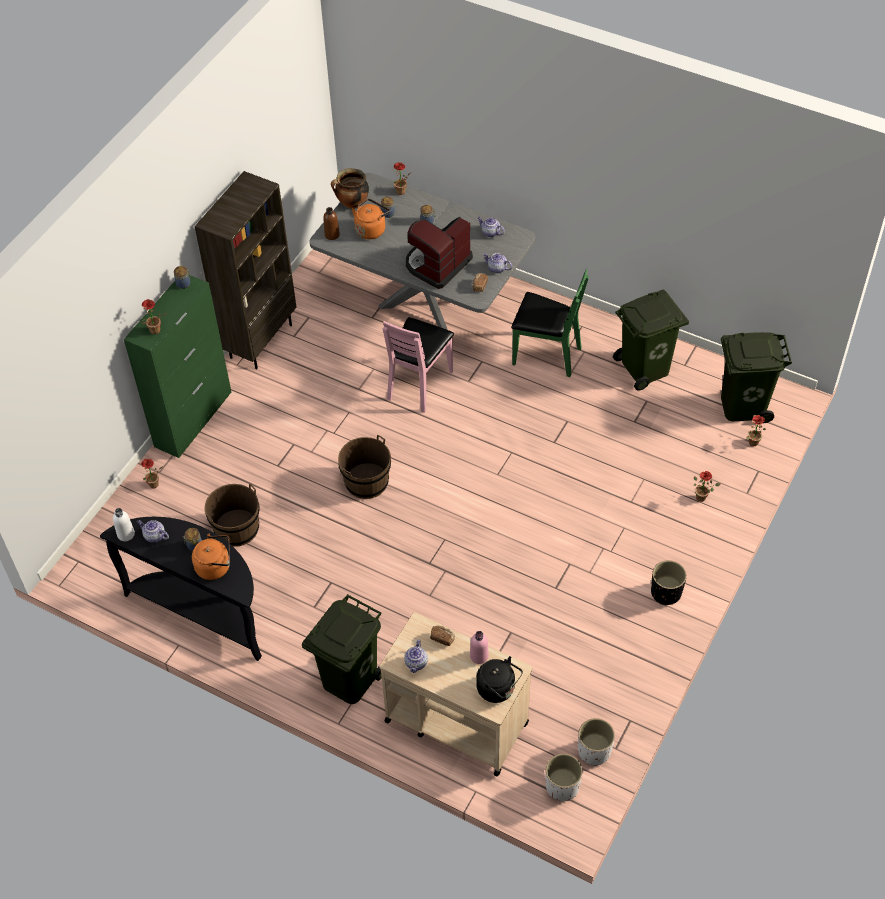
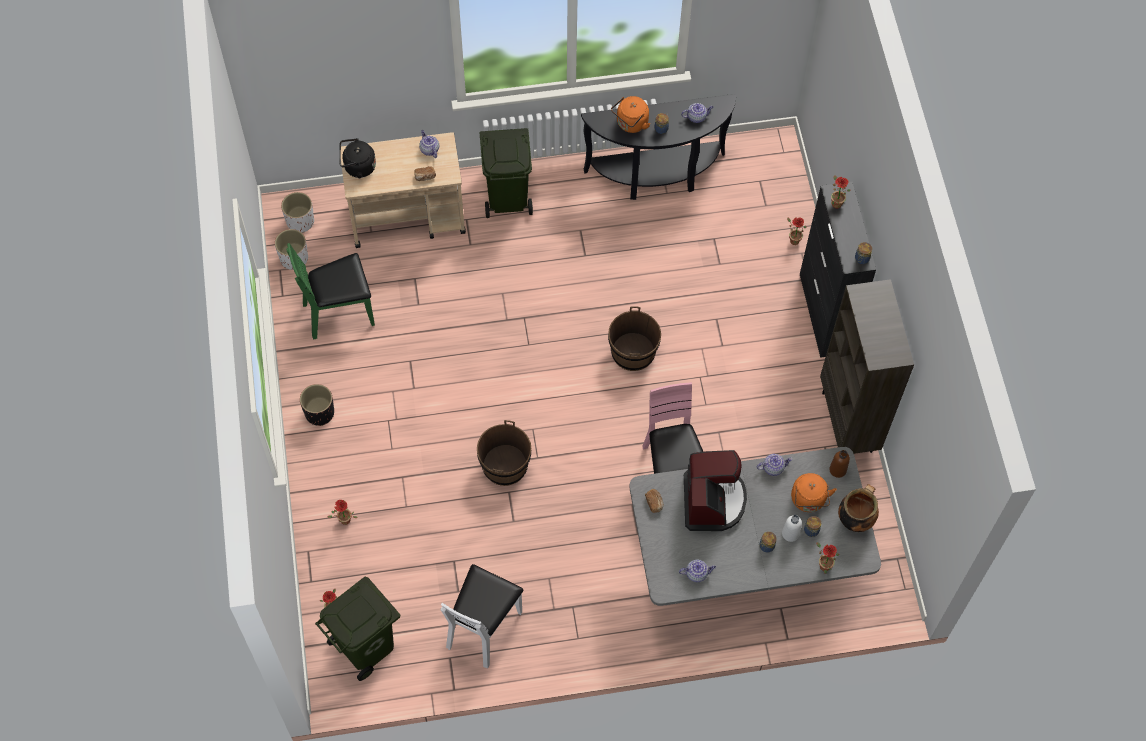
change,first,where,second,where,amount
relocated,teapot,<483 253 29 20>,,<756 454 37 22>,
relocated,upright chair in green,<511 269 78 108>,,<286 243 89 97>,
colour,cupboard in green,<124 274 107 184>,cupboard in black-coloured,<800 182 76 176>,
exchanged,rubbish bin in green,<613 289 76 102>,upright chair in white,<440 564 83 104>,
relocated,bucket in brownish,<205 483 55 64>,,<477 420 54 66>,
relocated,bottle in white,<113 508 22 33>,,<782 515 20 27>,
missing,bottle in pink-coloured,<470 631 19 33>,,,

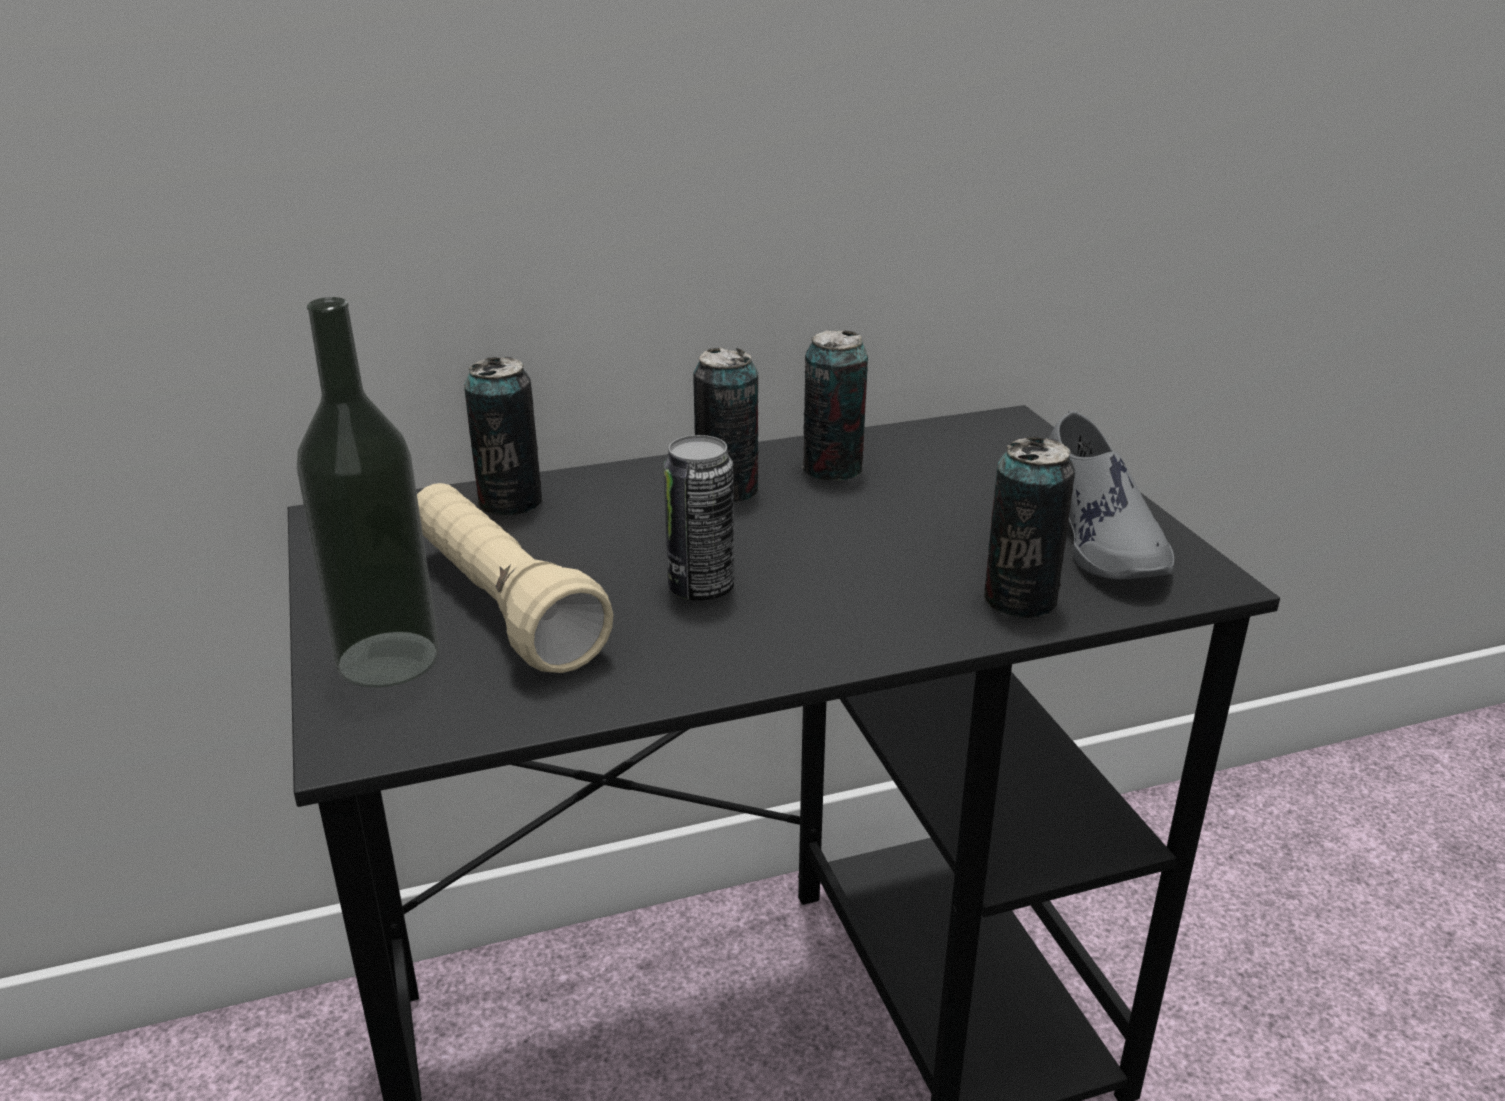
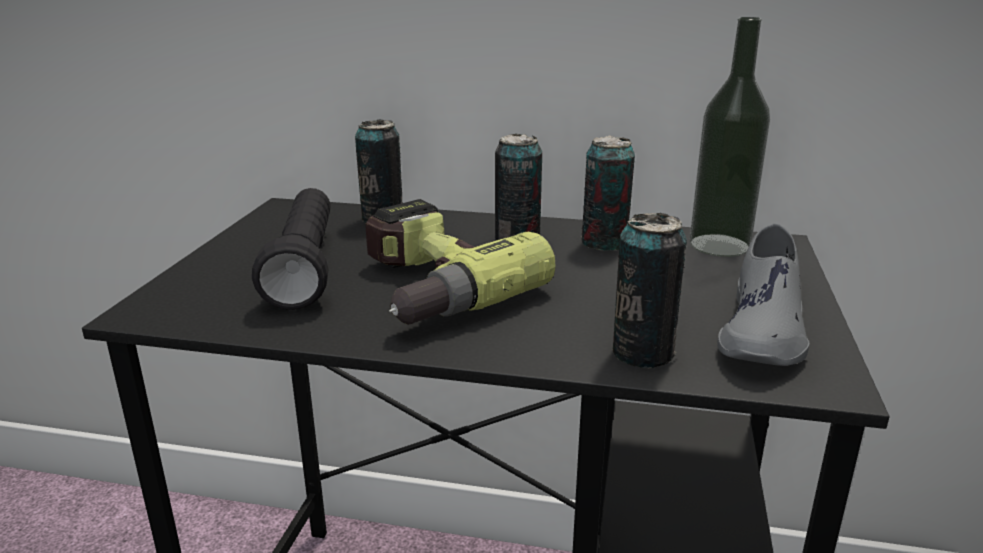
change,first,where,second,where,amount
relocated,bottle,<297 297 142 391>,,<689 17 81 240>,
exchanged,metal can,<664 435 70 166>,electric drill,<366 199 190 126>,
colour,torch in sand-coloured,<417 483 196 190>,torch in black-coloured,<252 188 79 122>,

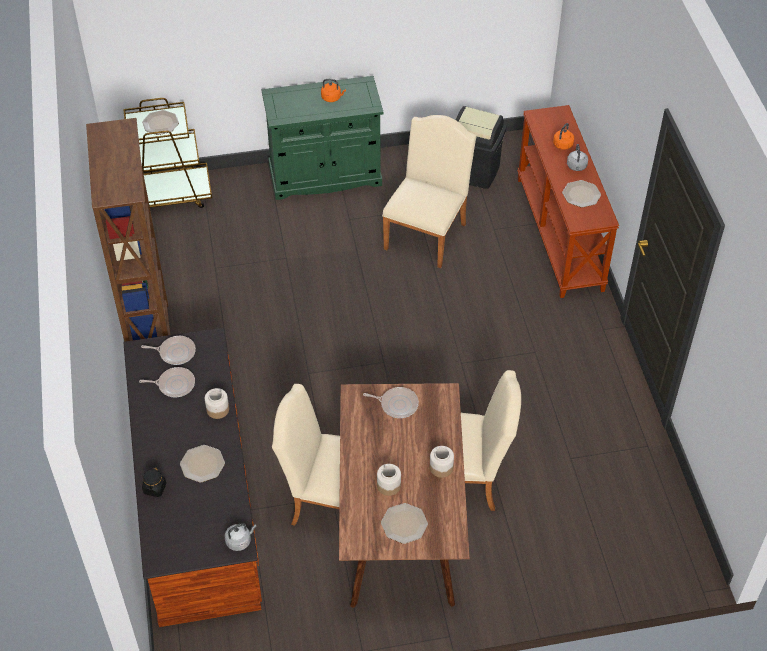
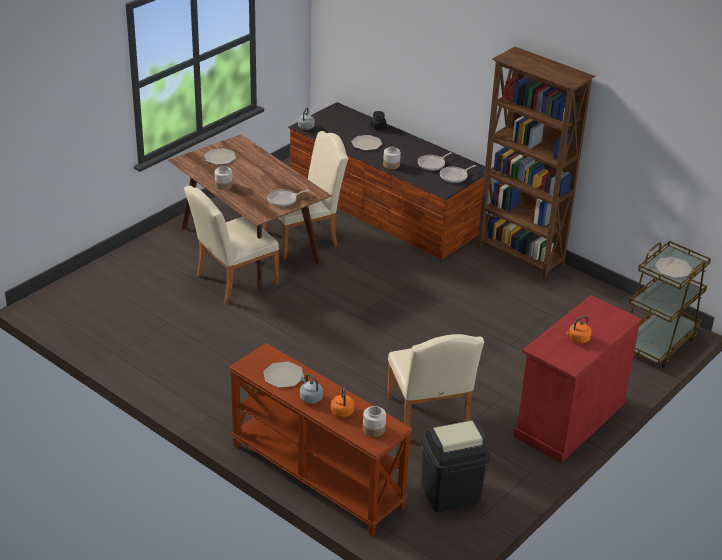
change,first,where,second,where,amount
colour,cupboard in green,<261 76 123 124>,cupboard in reddish,<513 295 129 168>,
relocated,jar,<377 464 24 32>,,<363 406 23 31>,

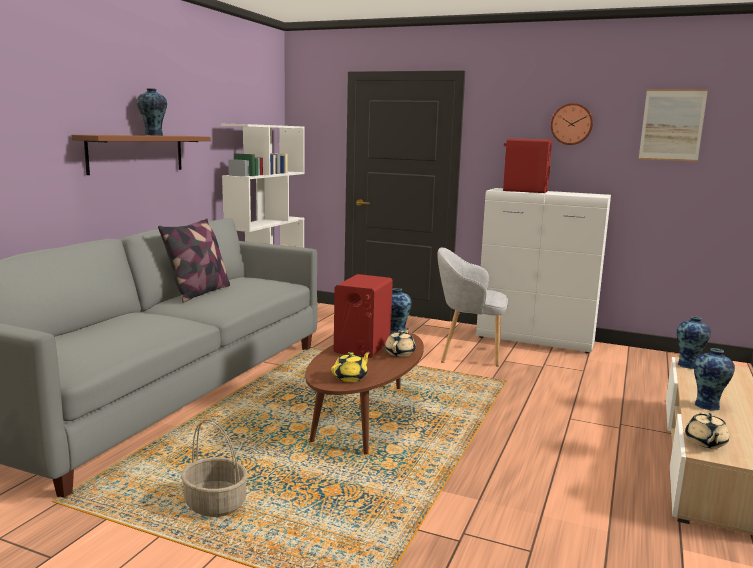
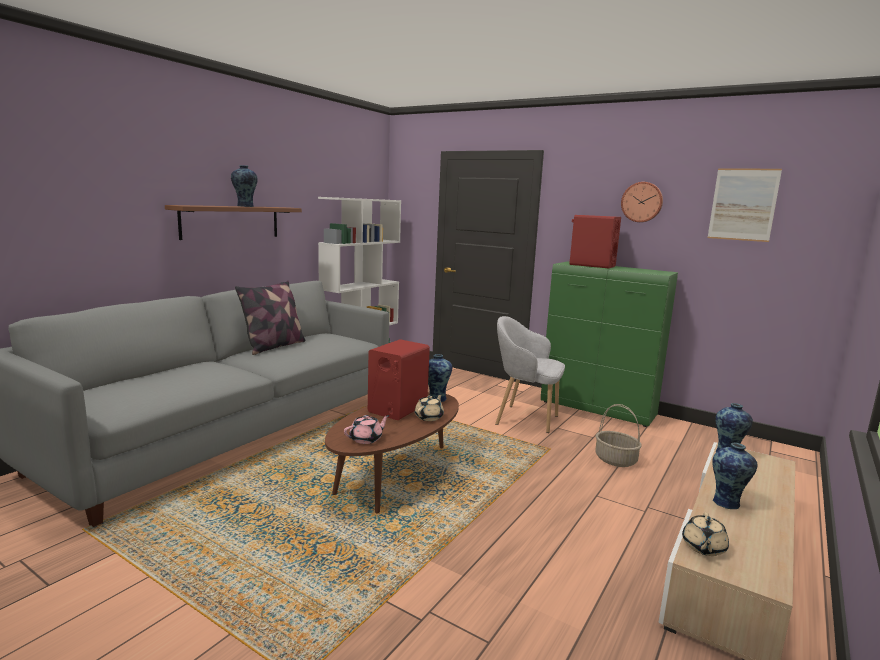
change,first,where,second,where,amount
colour,cupboard in white,<476 188 135 166>,cupboard in green,<541 261 137 166>,
colour,teapot in yellow-coloured,<331 351 40 31>,teapot in pink-coloured,<344 415 46 29>,
relocated,basket,<181 419 67 98>,,<596 404 46 63>,

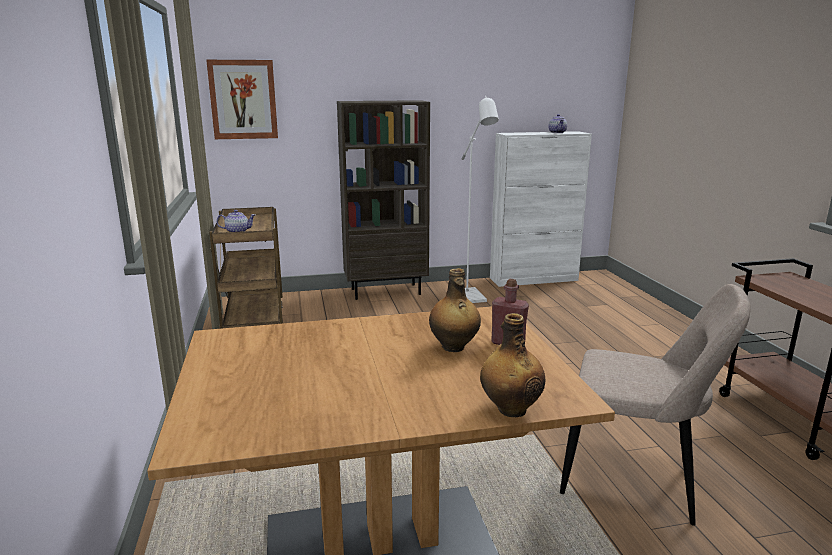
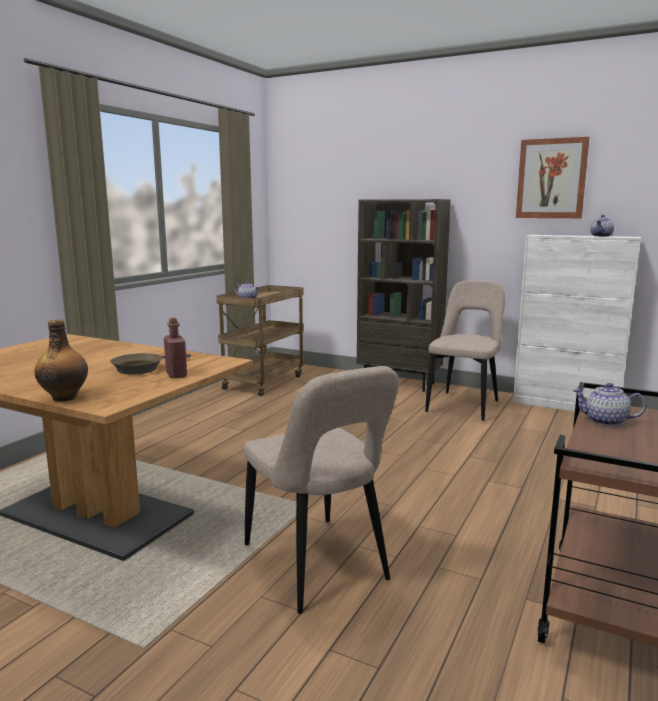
change,first,where,second,where,amount
relocated,picture,<206 60 72 79>,,<516 137 74 81>,
exchanged,floor lamp in white,<462 96 37 207>,upright chair in sand-coloured,<425 281 80 140>,
exchanged,bottle,<429 268 52 84>,pan in brownish,<110 353 81 21>,
appeared,,,teapot,<573 383 73 43>,

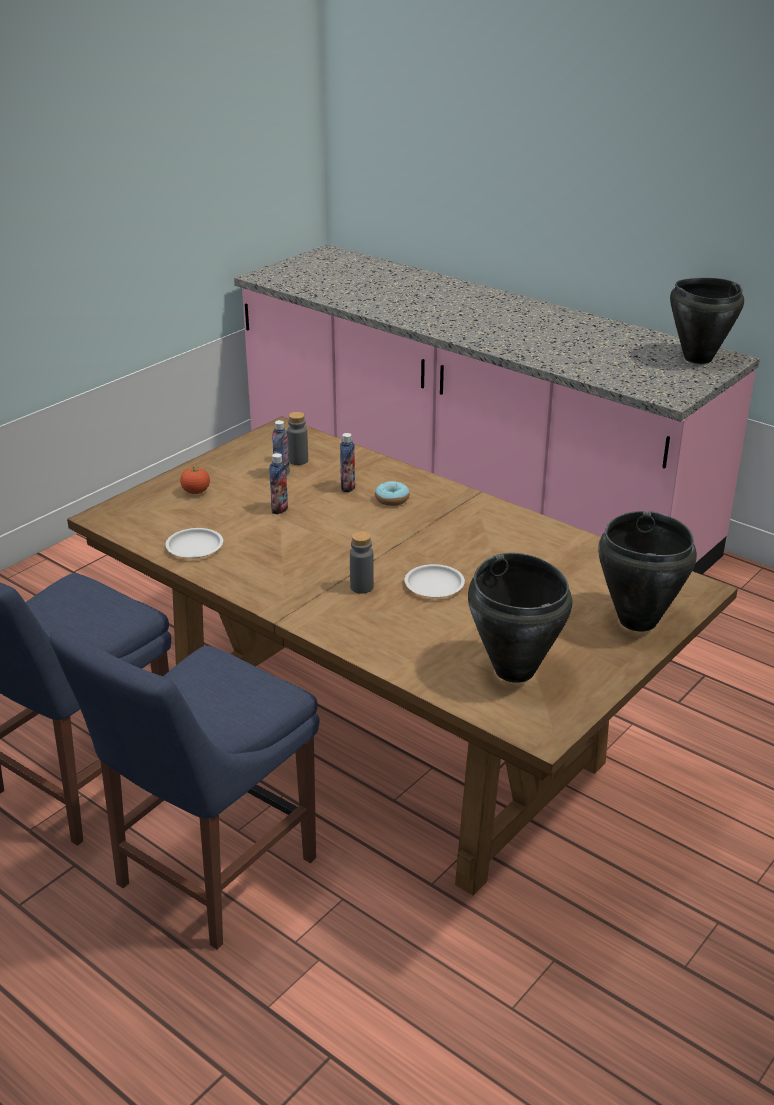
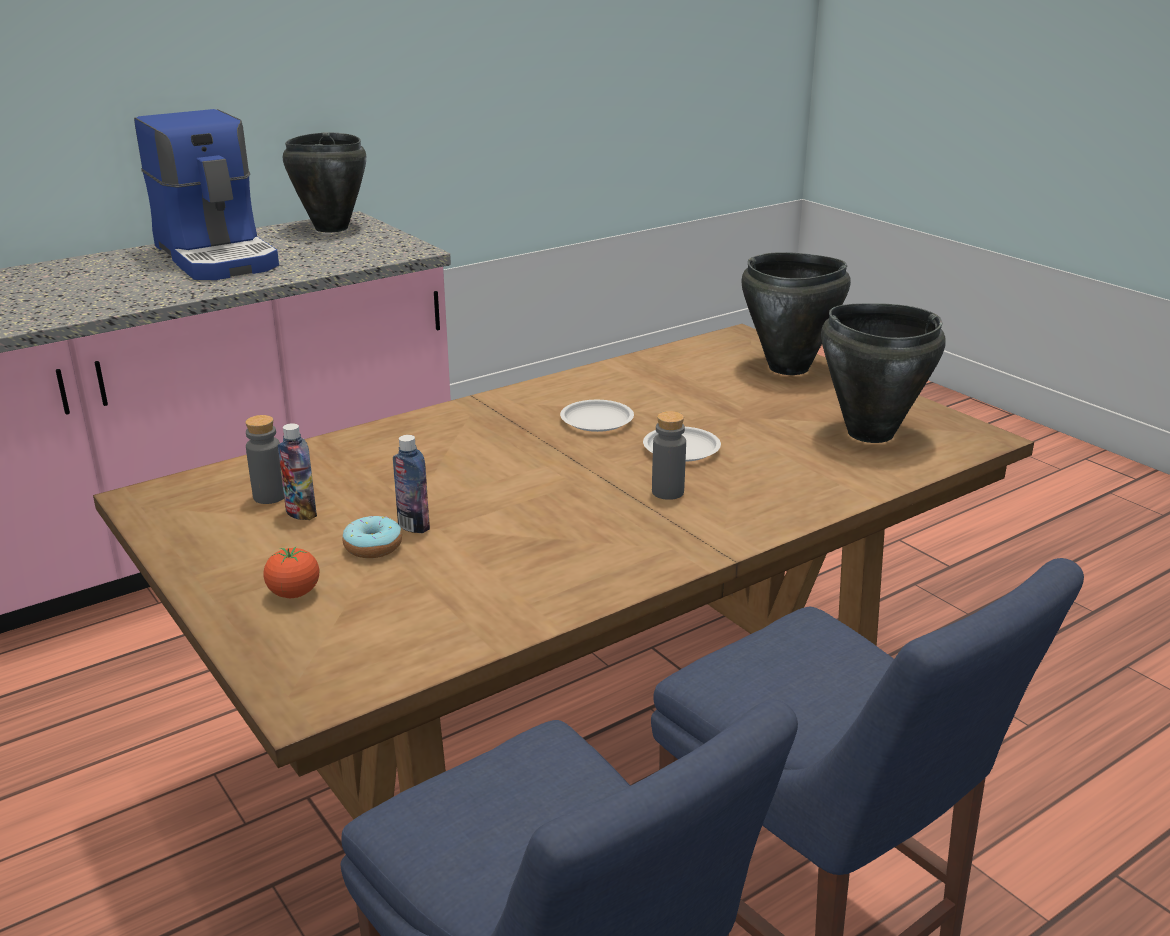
change,first,where,second,where,amount
missing,bottle,<340 433 15 59>,,,
relocated,ring doughnut,<375 481 35 25>,,<342 516 60 42>,
relocated,flat dish in white,<165 528 58 30>,,<560 400 74 32>,
appeared,,,coffee brewer,<134 109 145 171>,

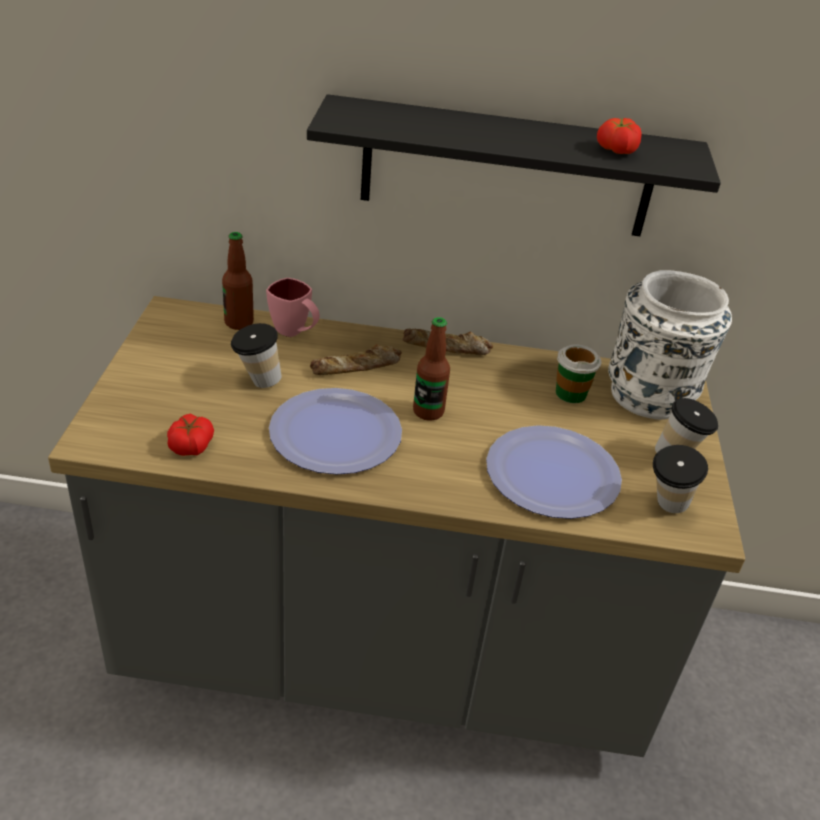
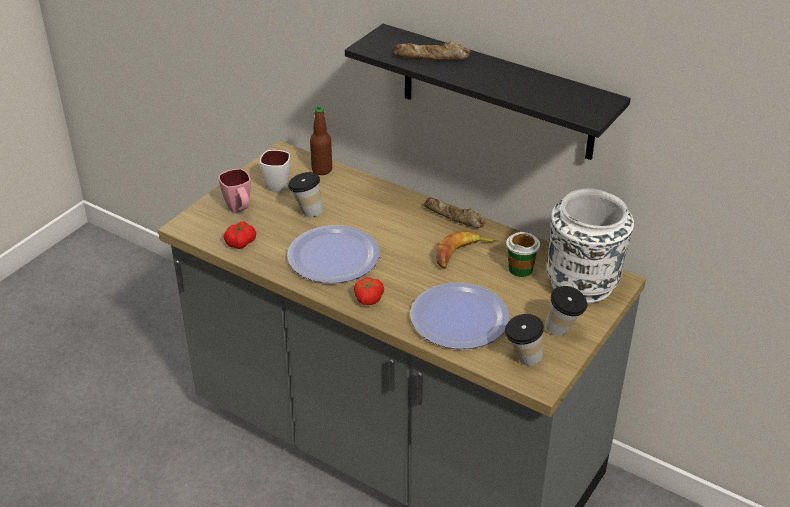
change,first,where,second,where,amount
relocated,fresh tomato,<597 118 45 36>,,<354 278 30 27>,
relocated,coffee mug in pink-coloured,<266 278 54 59>,,<219 169 32 44>,
missing,bottle,<413 317 37 104>,,,
relocated,baked bread,<310 344 92 31>,,<394 41 77 19>,
appeared,,,coffee mug in white,<260 150 30 42>,
appeared,,,banana fruit,<436 231 63 38>,

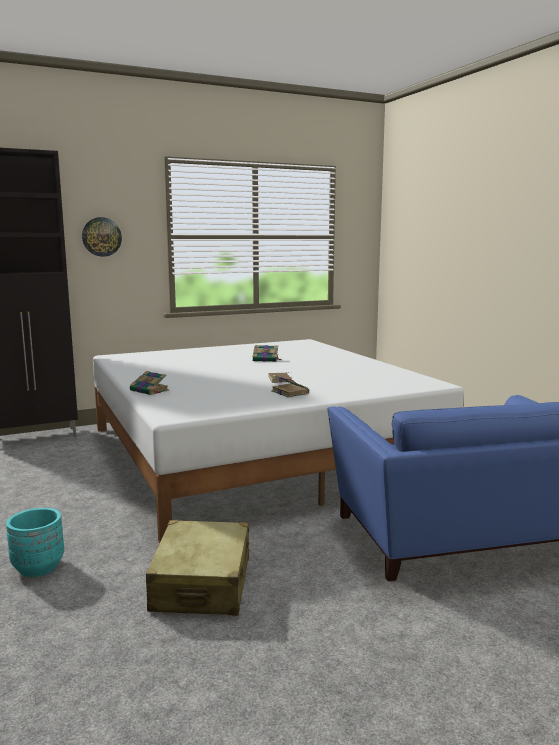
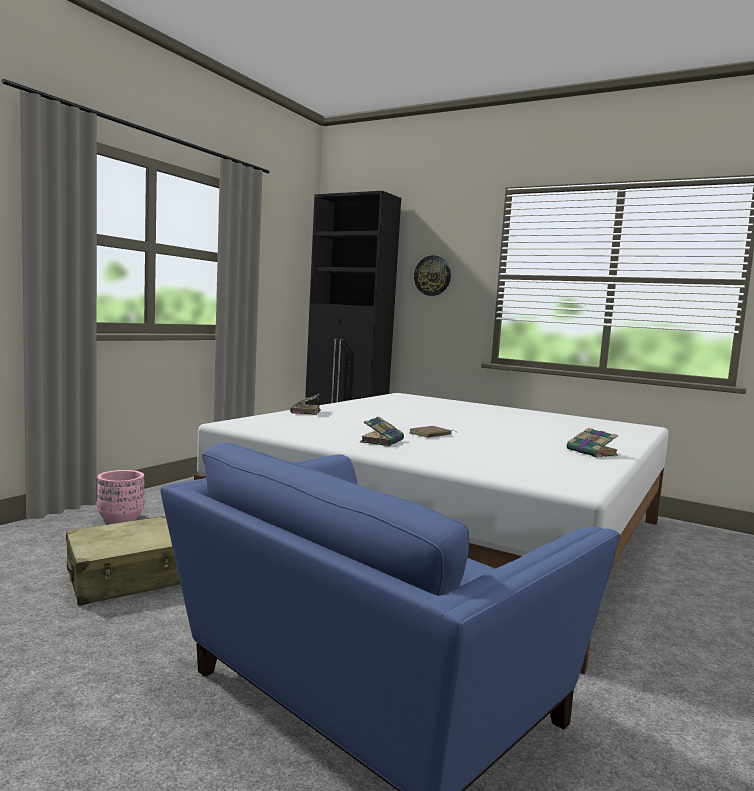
change,first,where,second,where,amount
relocated,bound book,<253 345 28 17>,,<567 428 51 30>,
colour,plant pot in turquoise,<6 508 58 69>,plant pot in pink-coloured,<97 470 47 54>,

